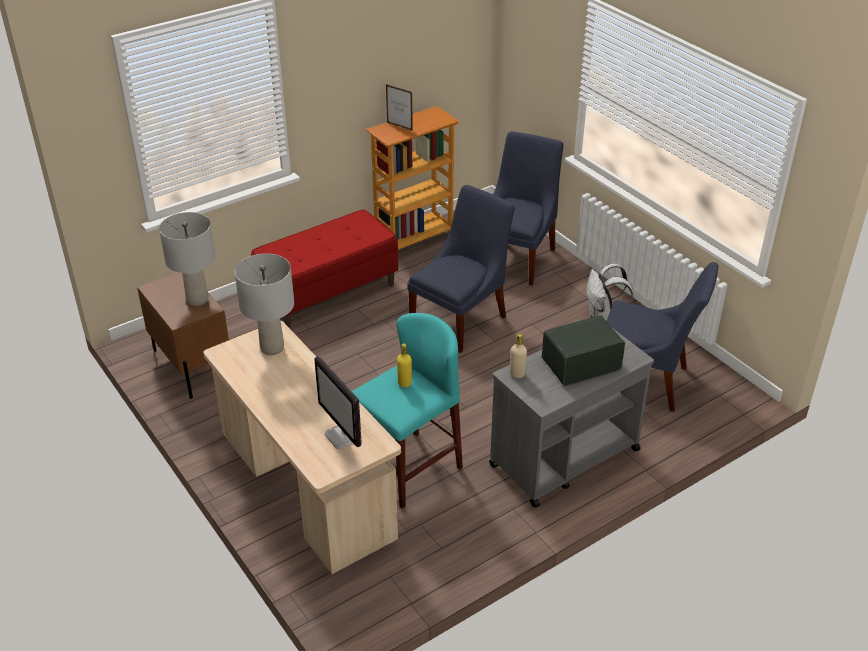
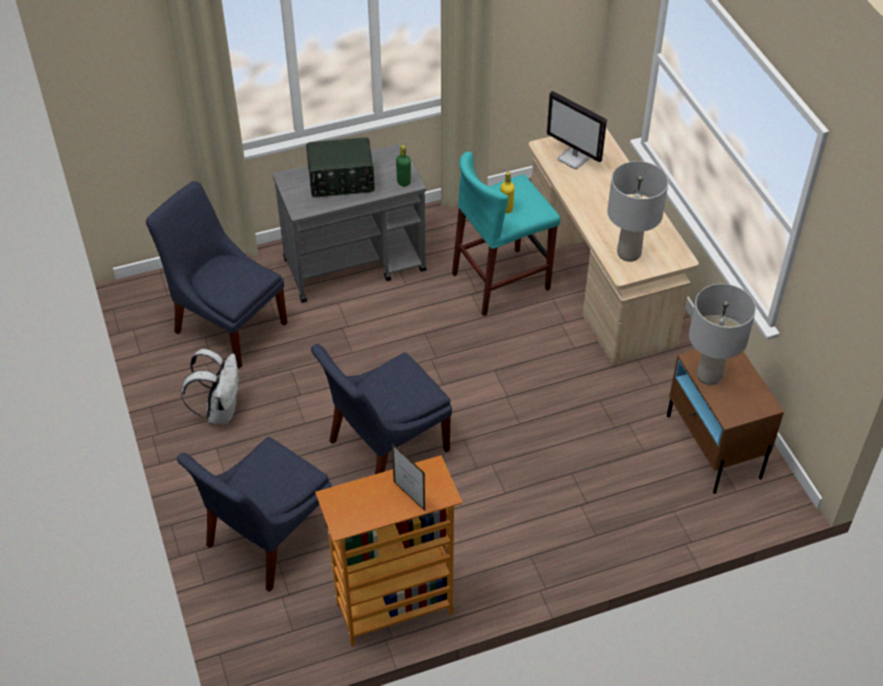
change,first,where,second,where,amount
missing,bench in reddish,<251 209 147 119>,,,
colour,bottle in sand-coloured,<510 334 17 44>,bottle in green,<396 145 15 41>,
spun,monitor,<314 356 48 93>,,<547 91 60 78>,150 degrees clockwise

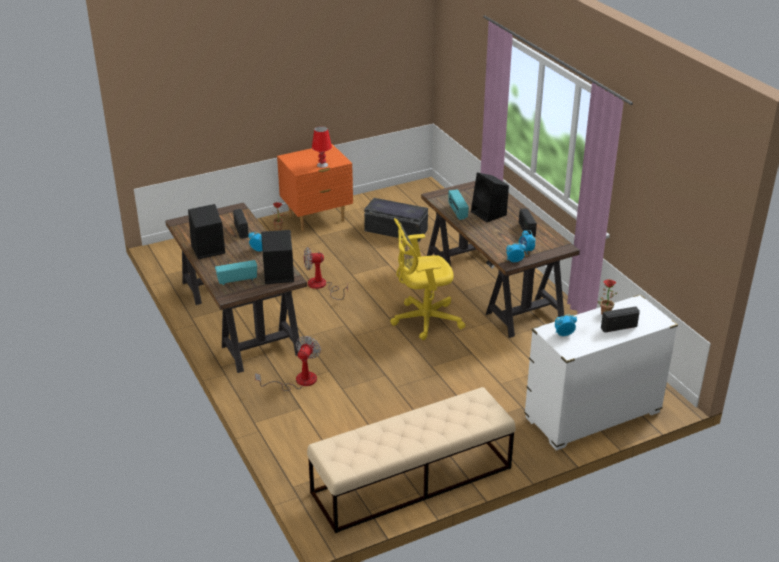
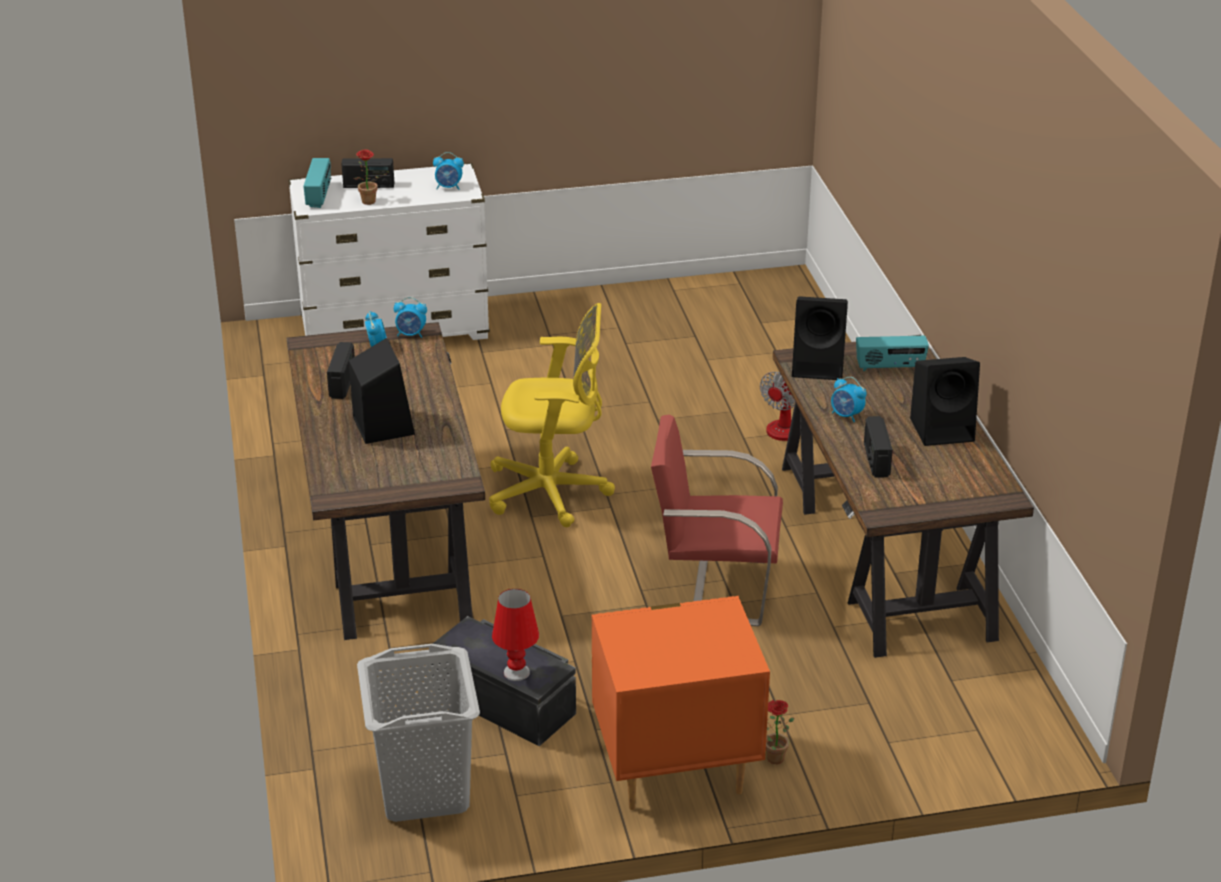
change,first,where,second,where,amount
relocated,tabletop lamp in reddish,<312 126 20 42>,,<492 589 47 92>,
relocated,radio,<448 189 21 31>,,<303 158 28 50>,
exchanged,fan,<304 247 44 53>,upright chair in reddish,<651 415 132 211>,
missing,bench in sand-coloured,<307 387 208 146>,,,
appeared,,,washing basket in gray,<357 644 123 178>,

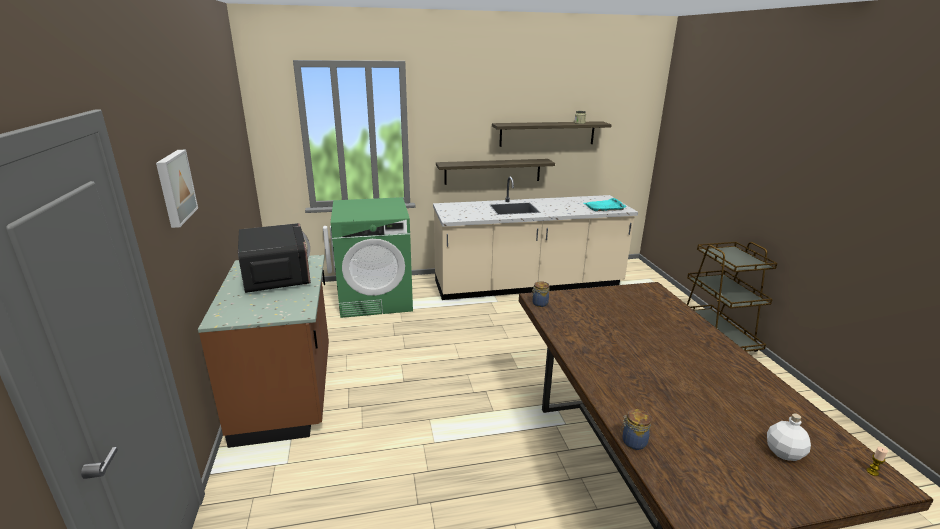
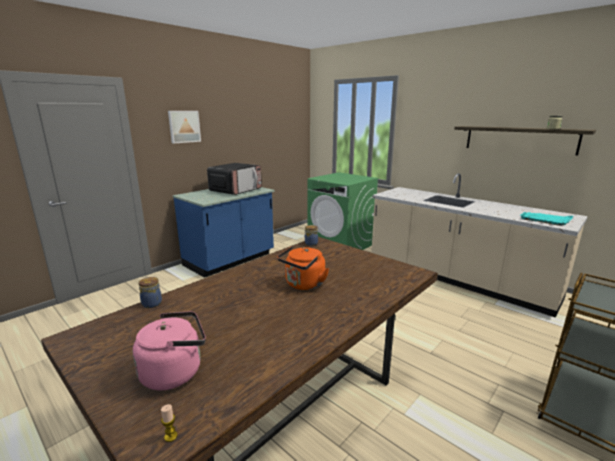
change,first,where,second,where,amount
missing,bracket shelf,<436 159 119 26>,,,
colour,kitchen counter in brownish,<198 255 131 193>,kitchen counter in blue,<173 187 101 91>,
exchanged,bottle in white,<767 413 44 48>,kettle in pink-coloured,<133 311 73 79>,
appeared,,,kettle in orange-coloured,<277 246 52 44>,

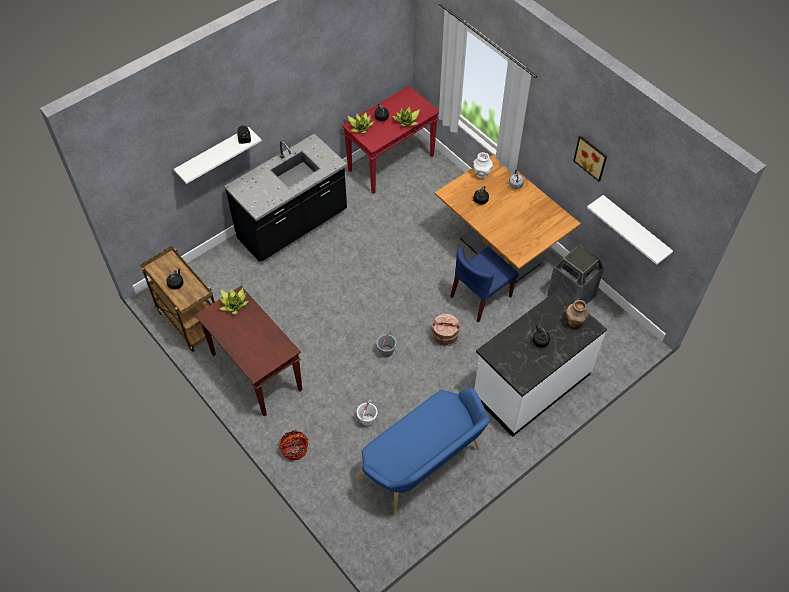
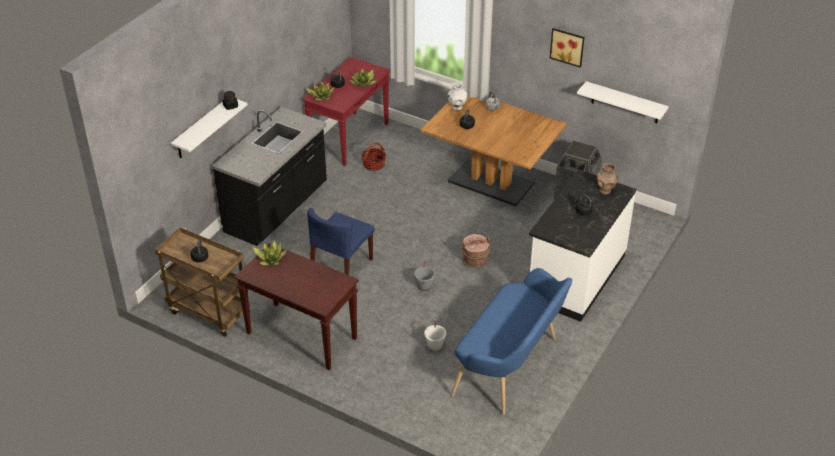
change,first,where,second,where,amount
relocated,upright chair in blue,<450 246 69 76>,,<307 208 68 67>,
relocated,basket,<279 430 29 30>,,<361 143 25 28>,

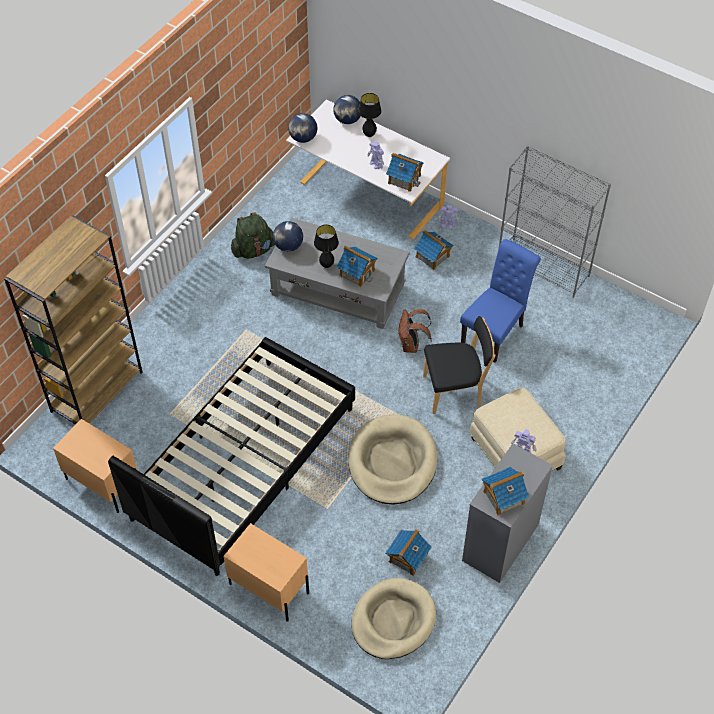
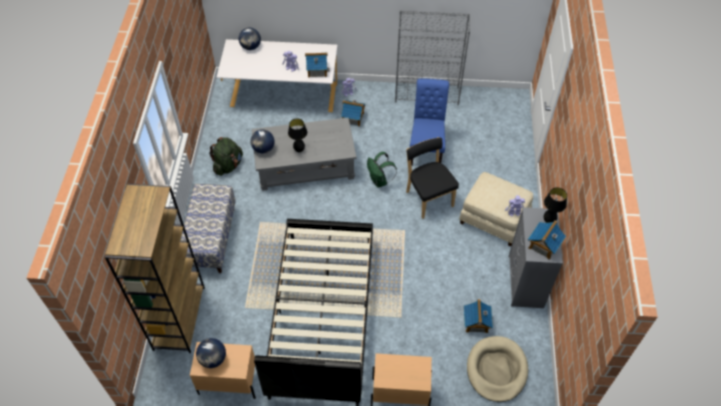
change,first,where,second,where,amount
relocated,tabletop lamp in black-coloured,<358 93 23 44>,,<544 187 23 36>,
relocated,globe,<288 113 29 30>,,<196 338 30 30>,
missing,model house,<337 246 40 41>,,,
colour,backpack in brownish,<398 309 34 44>,backpack in green,<367 152 30 35>,
spun,upright chair in black-coloured,<423 316 72 98>,,<406 137 53 82>,75 degrees counterclockwise
missing,pet bed in sand-coloured,<348 414 90 91>,,,
appeared,,,bench,<180 184 56 89>,

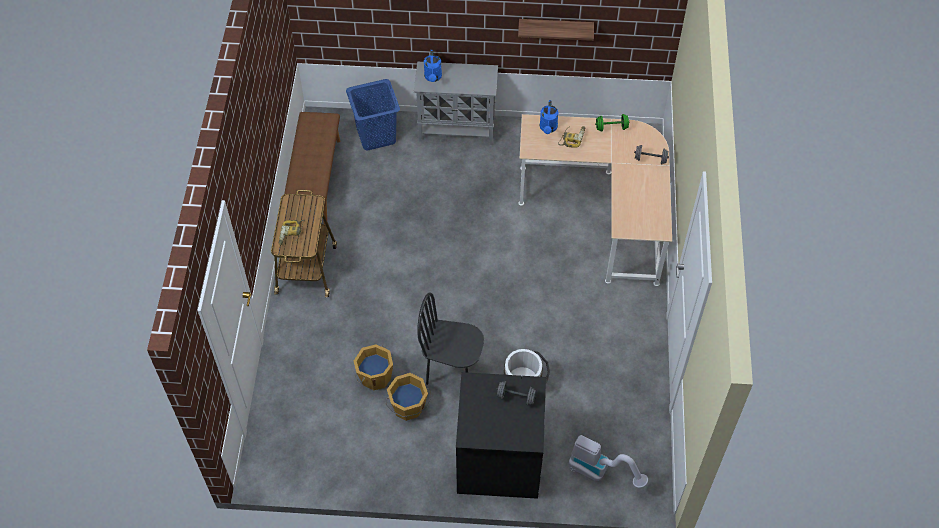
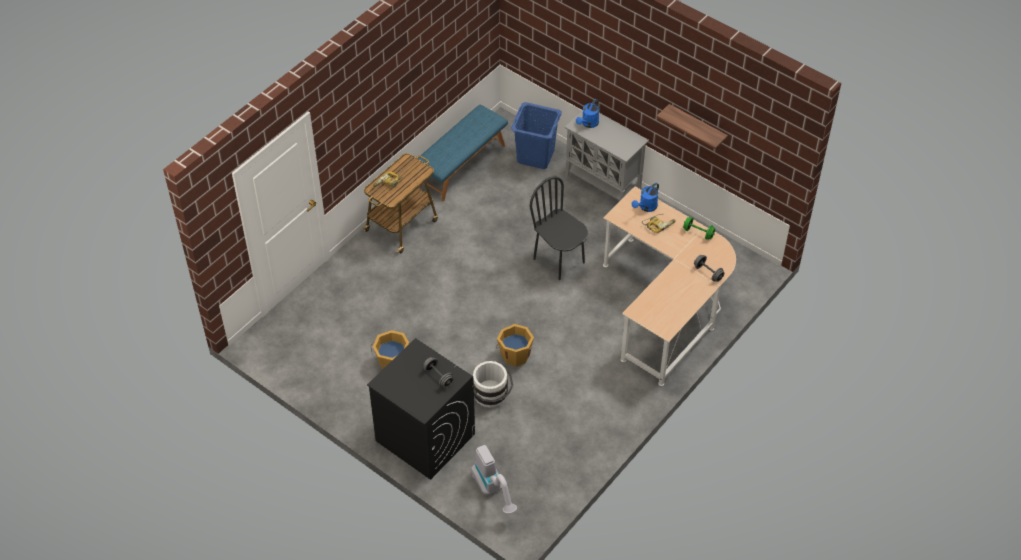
change,first,where,second,where,amount
colour,bench in brownish,<284 112 56 113>,bench in blue,<418 105 90 96>,
relocated,upright chair in black-coloured,<417 293 67 92>,,<530 176 58 104>,
relocated,bucket in orange-coloured,<354 344 39 46>,,<495 324 39 43>,

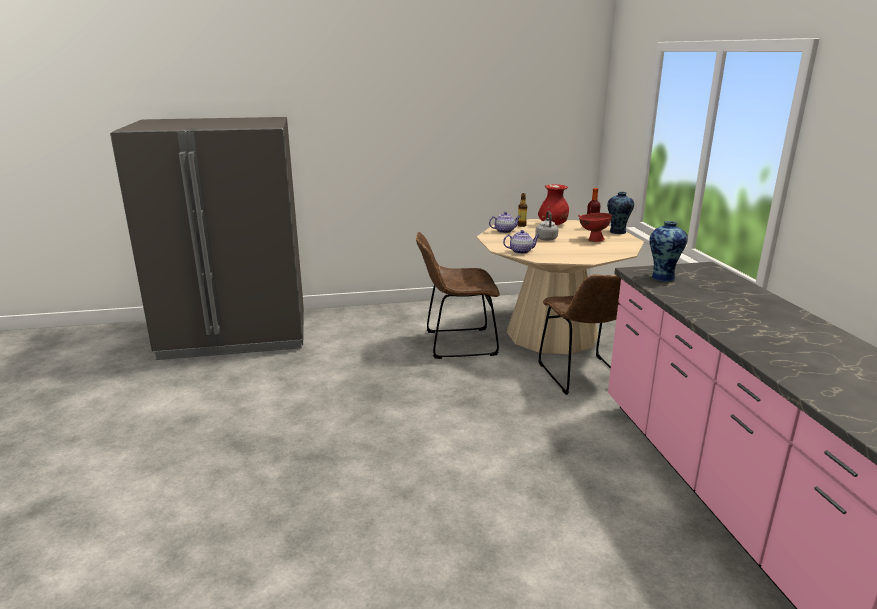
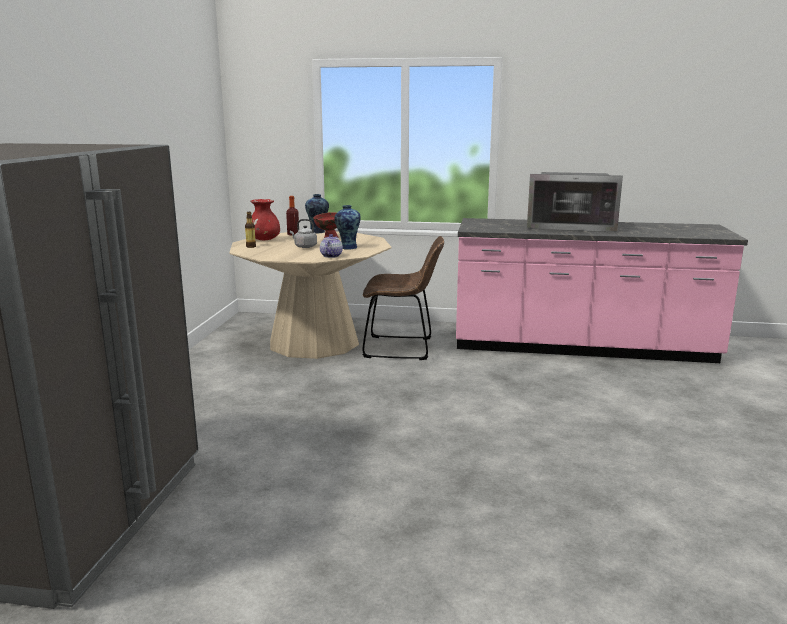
change,first,where,second,where,amount
missing,teapot,<489 212 32 21>,,,
relocated,vase,<649 221 39 61>,,<335 205 26 44>,
missing,upright chair in brownish,<416 232 84 127>,,,
appeared,,,microwave,<527 172 96 60>,

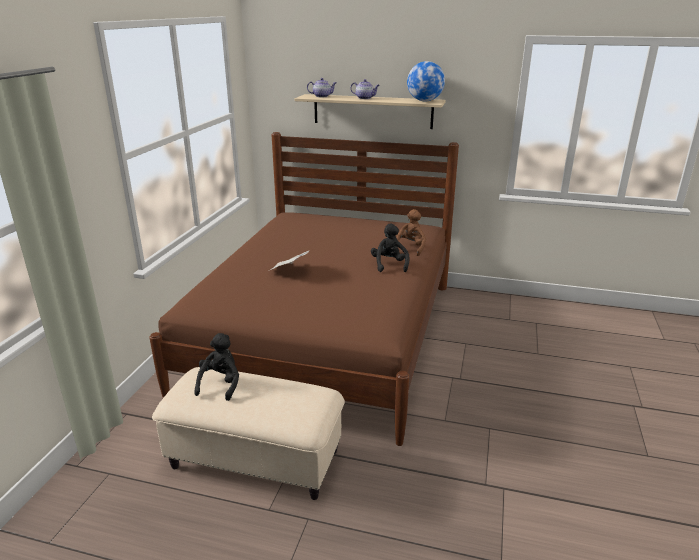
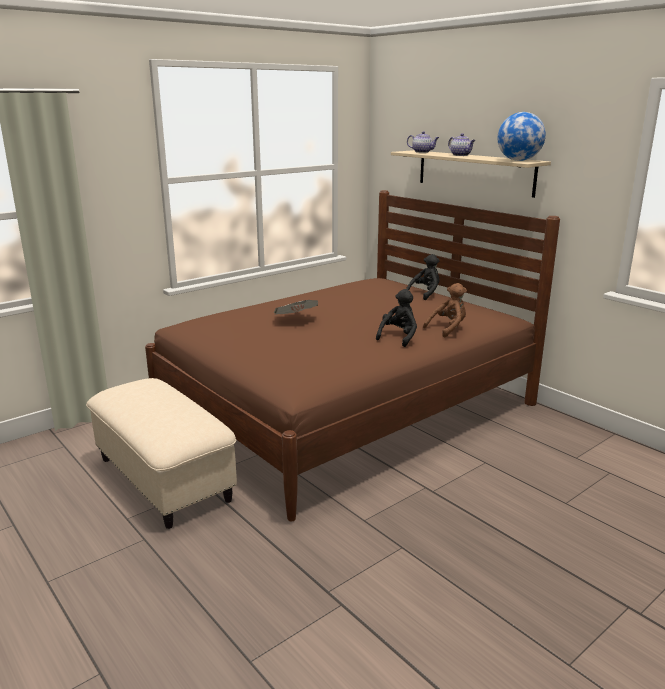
change,first,where,second,where,amount
relocated,cuddly toy in black-coloured,<194 333 45 68>,,<406 254 34 46>,

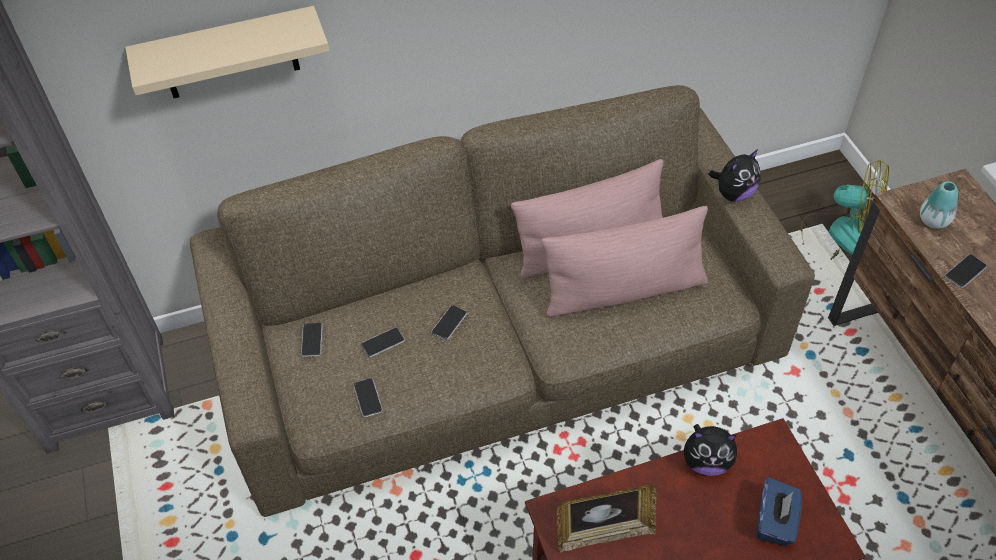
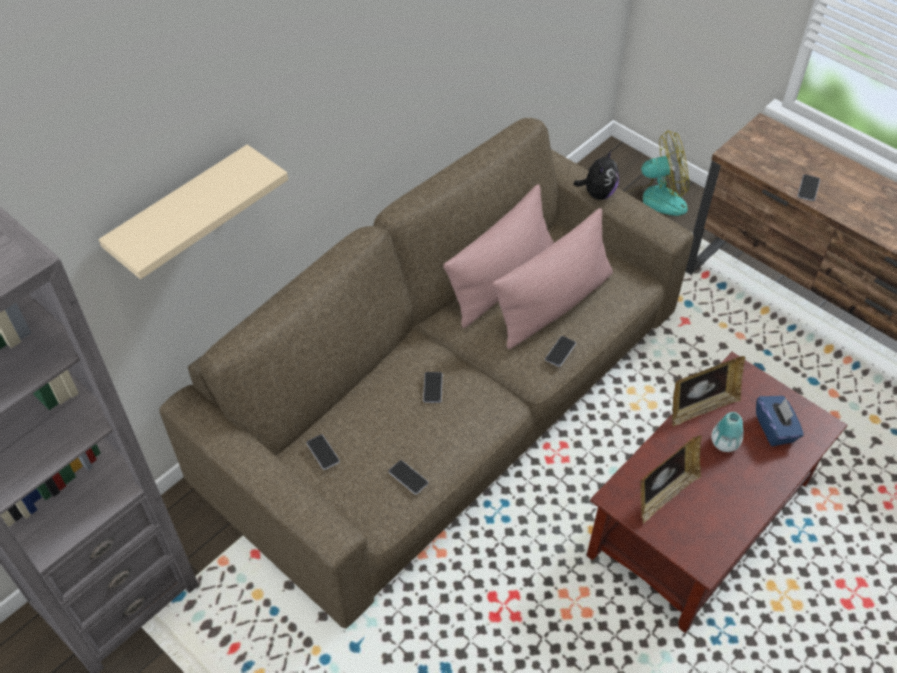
change,first,where,second,where,amount
relocated,vase,<920 181 38 48>,,<711 412 32 40>,
relocated,handset,<361 327 44 30>,,<545 336 31 31>,
exchanged,cuddly toy,<683 424 56 52>,picture frame,<672 356 73 71>,

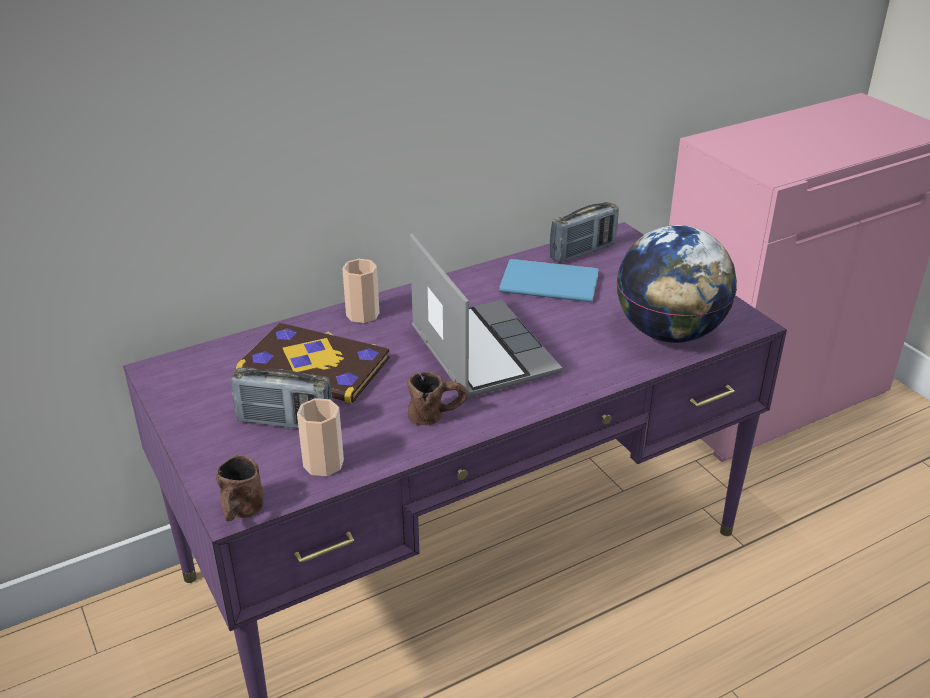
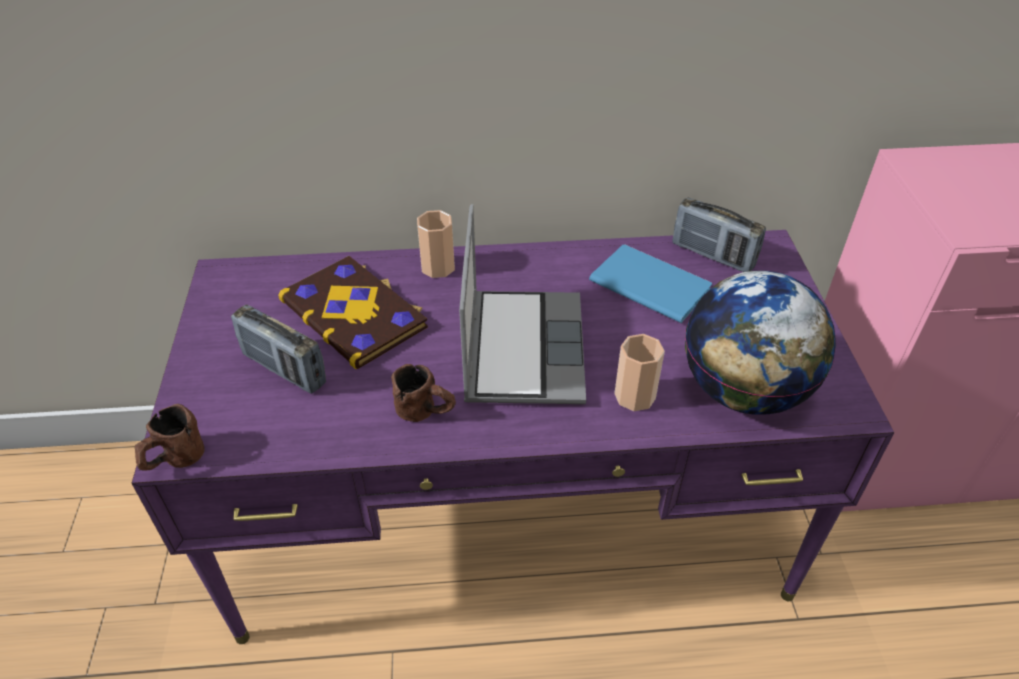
change,first,where,second,where,amount
spun,radio,<550 202 69 61>,,<672 197 94 75>,45 degrees clockwise
relocated,cup,<297 398 47 78>,,<614 334 51 77>,

